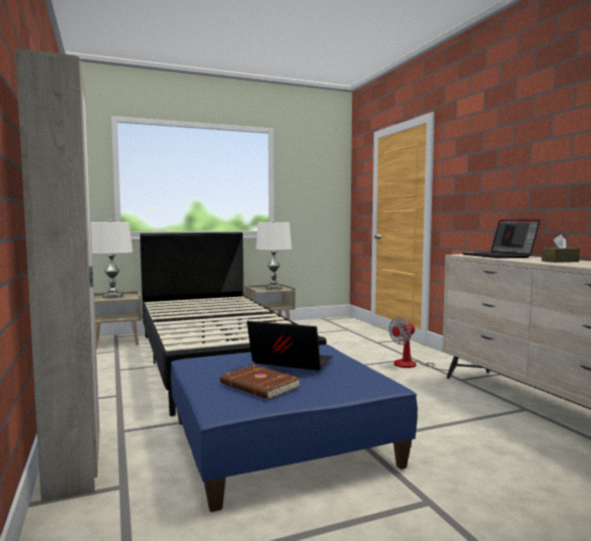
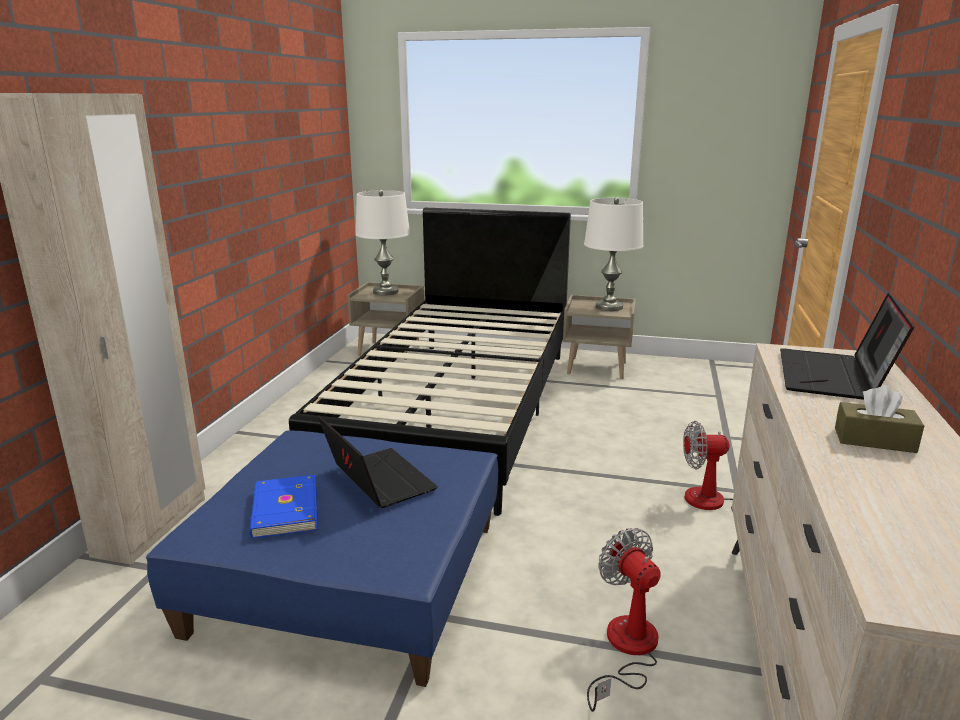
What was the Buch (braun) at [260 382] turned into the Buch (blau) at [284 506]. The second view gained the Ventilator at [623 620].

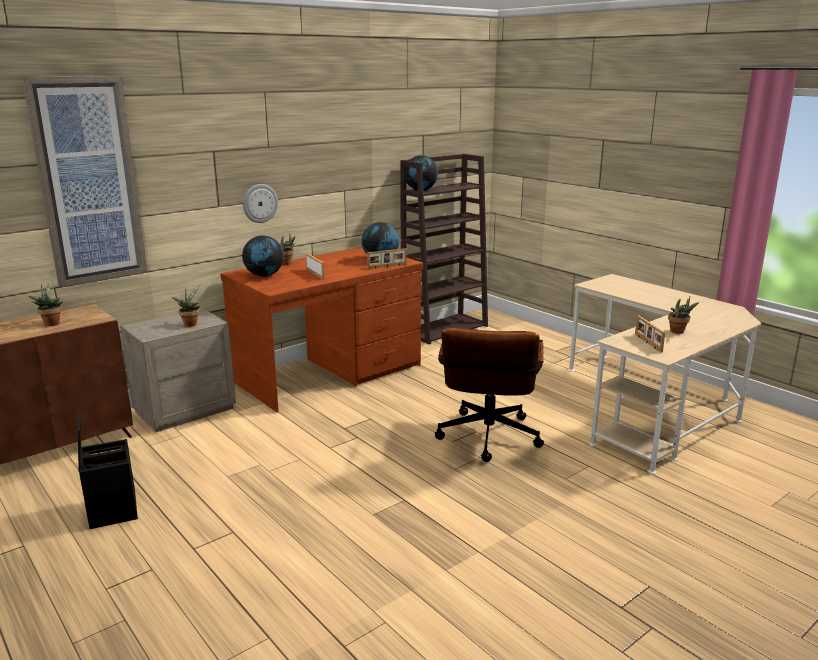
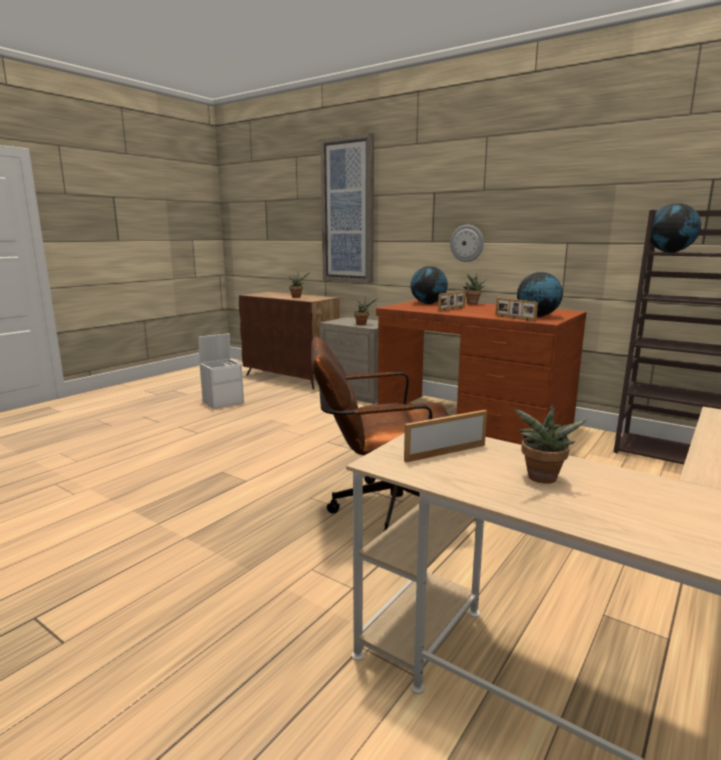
What was the Aufbewahrungsbox (schwarz) at [108 468] turned into the Aufbewahrungsbox (weiß) at [221 371].

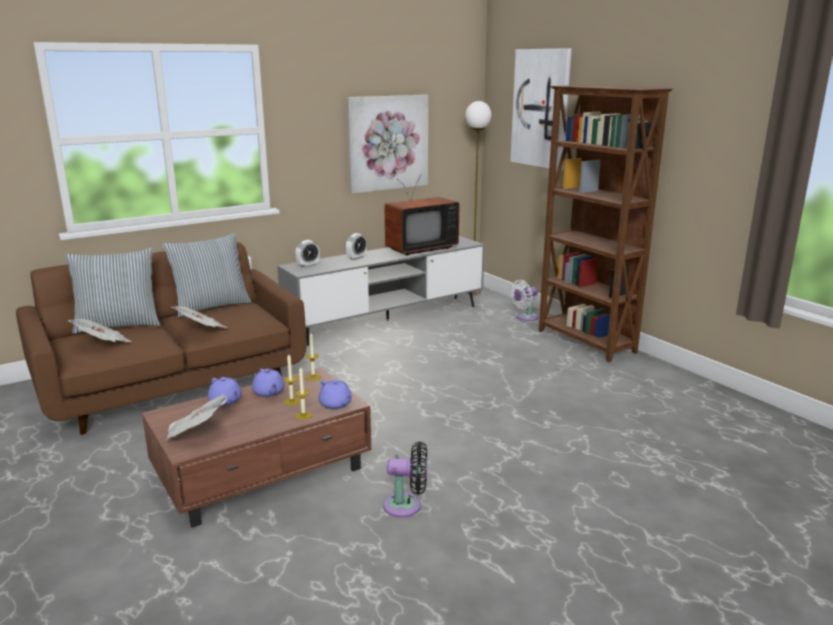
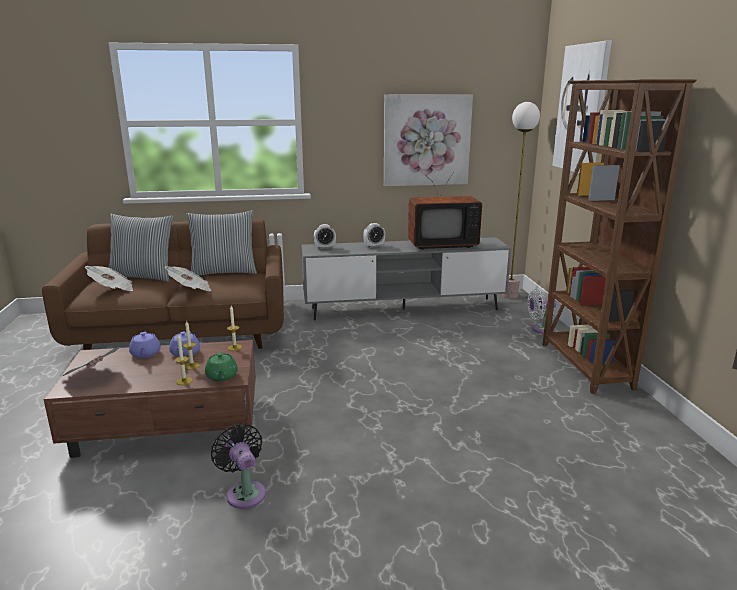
What was the Teekanne (lila) at [335 394] turned into the Teekanne (grün) at [221 366]. The Ventilator (schwarz) at [405 479] ended up facing another way, 150 degrees counterclockwise from before.

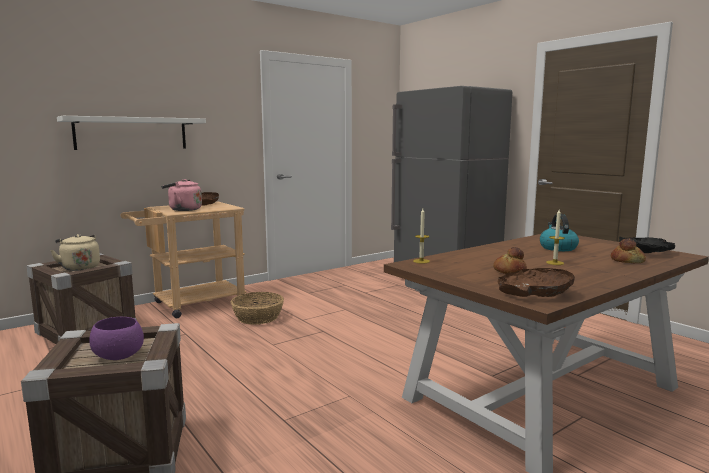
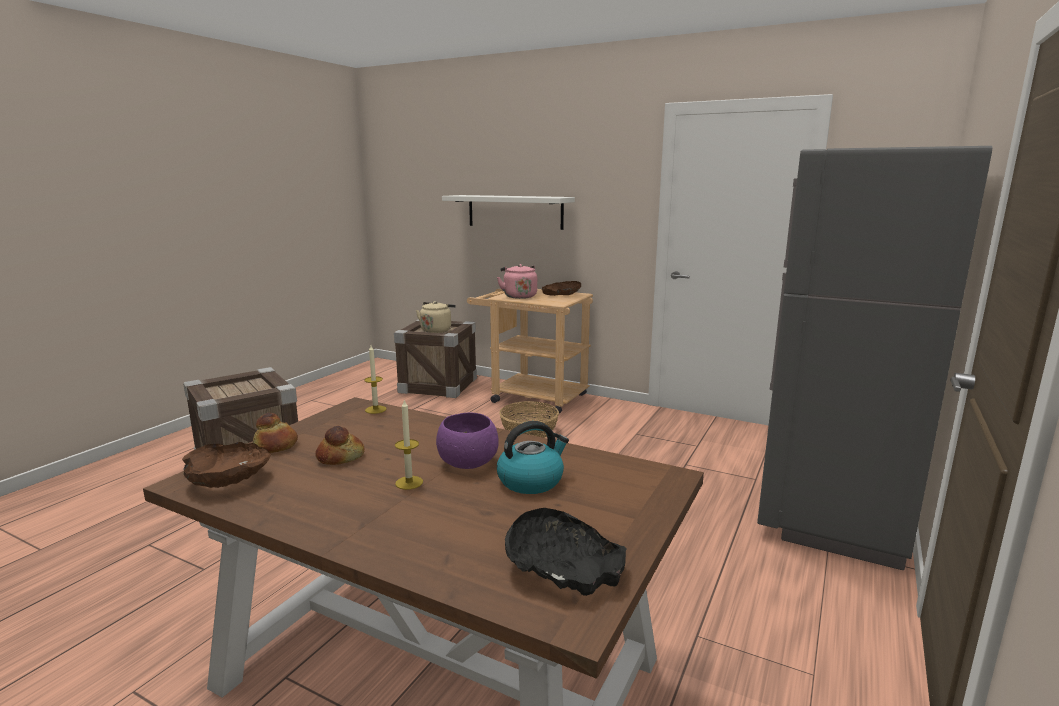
The Schüssel (lila) ended up elsewhere, having gone from [116 338] to [467 441]. The Brot ended up elsewhere, having gone from [628 250] to [275 433].

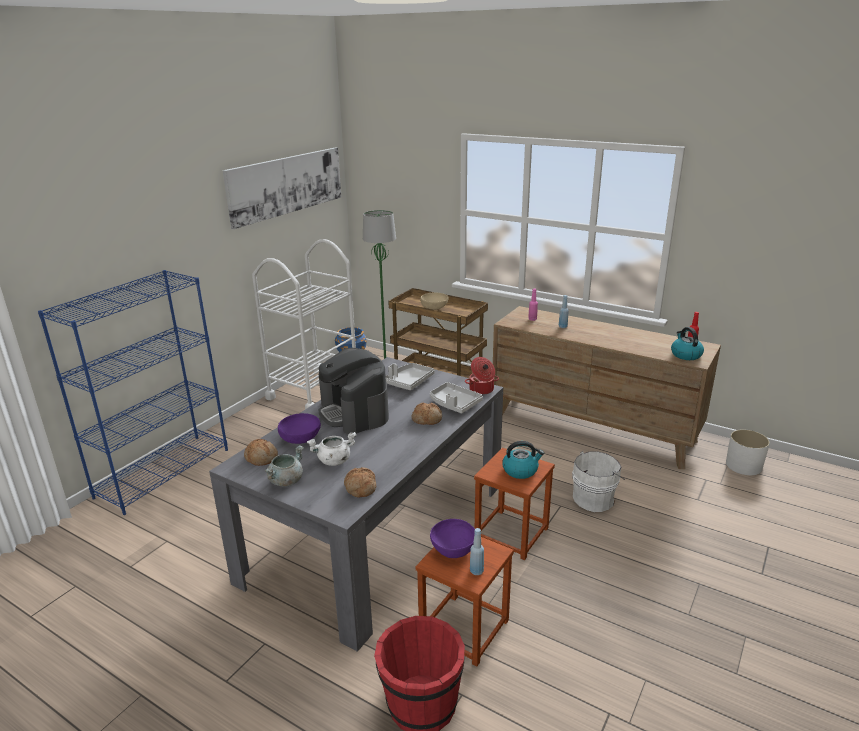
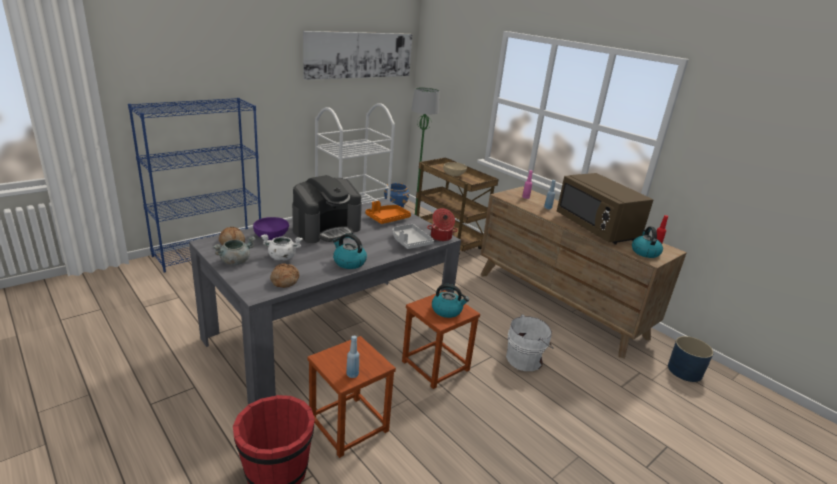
The Kaffeemaschine at [353 391] ended up facing another way, 120 degrees counterclockwise from before. What was the Tablett (grau) at [410 376] turned into the Tablett (orange) at [388 212]. The second view lost the Brot at [427 413]. The second view lost the Schüssel (lila) at [452 538]. What was the Pflanzkübel (weiß) at [748 452] turned into the Pflanzkübel (blau) at [691 359]. The second view gained the Wasserkessel at [350 251]. The second view gained the Mikrowelle (braun) at [605 208].

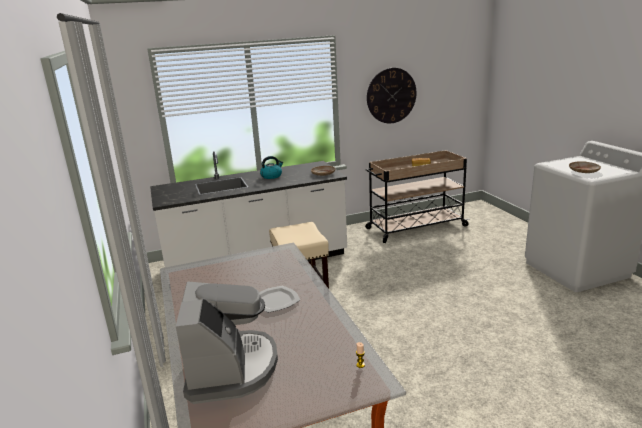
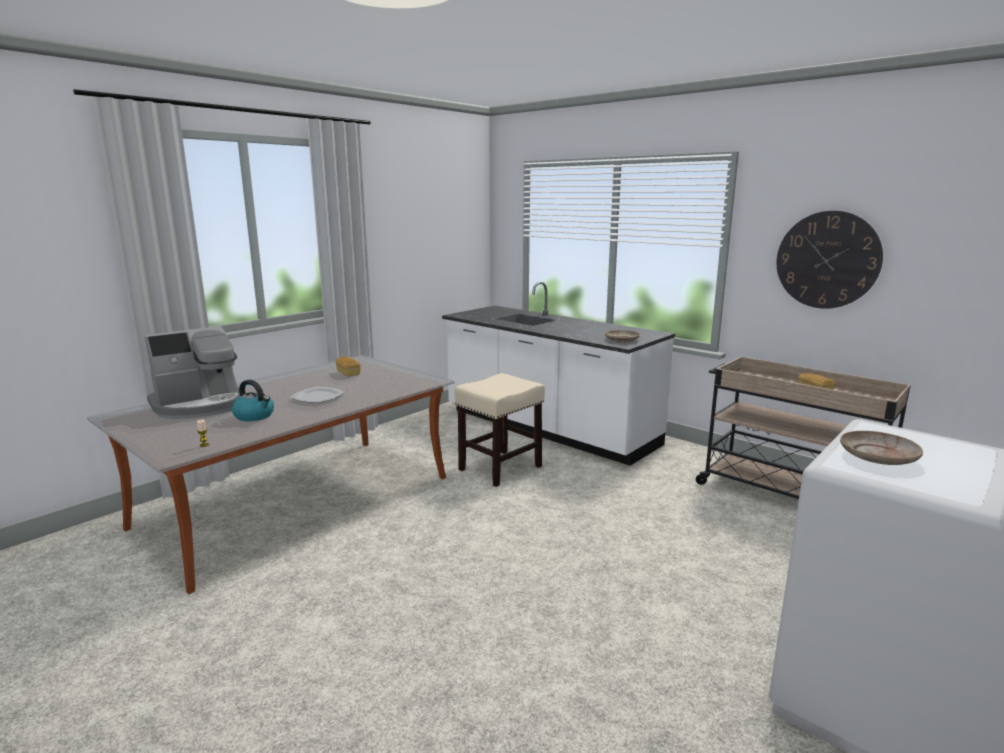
The Wasserkessel ended up elsewhere, having gone from [271 167] to [253 400]. The second view gained the Brot at [348 366].

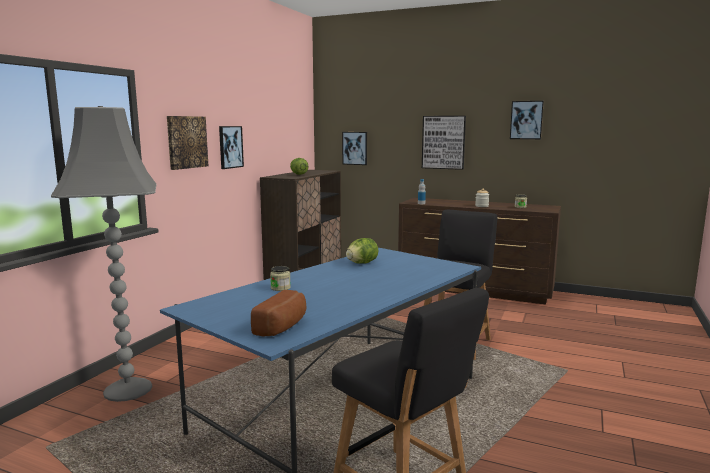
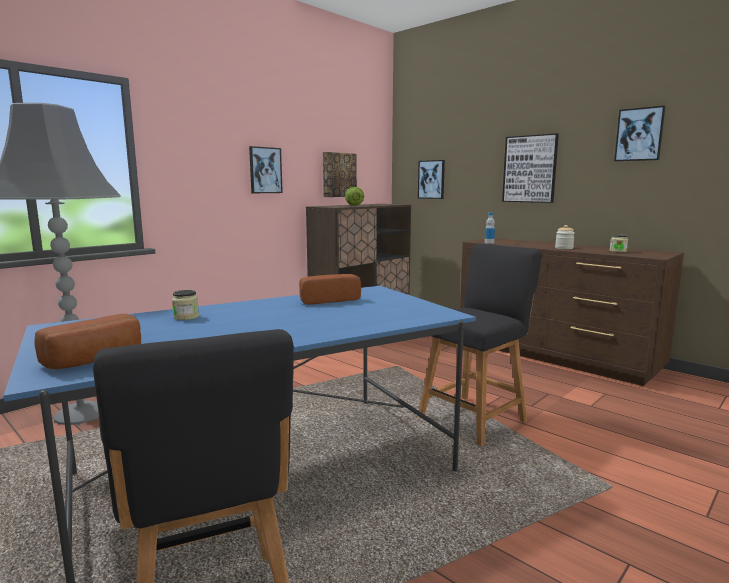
The Bild ended up elsewhere, having gone from [187 143] to [340 174]. Where the Salatkopf stood at [362 251], the Brot came to stand at [330 289].

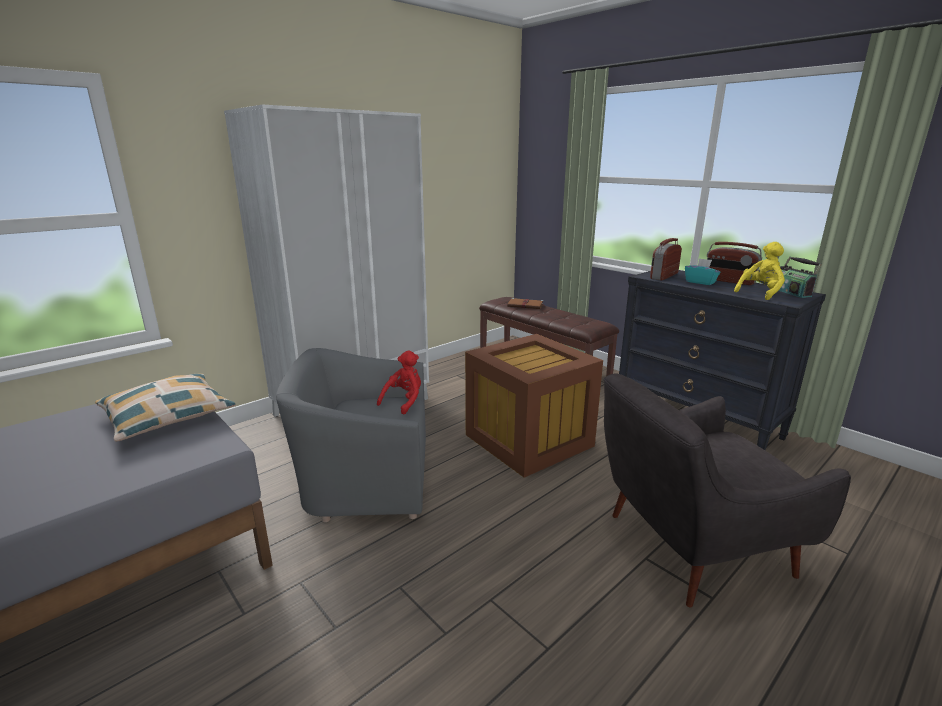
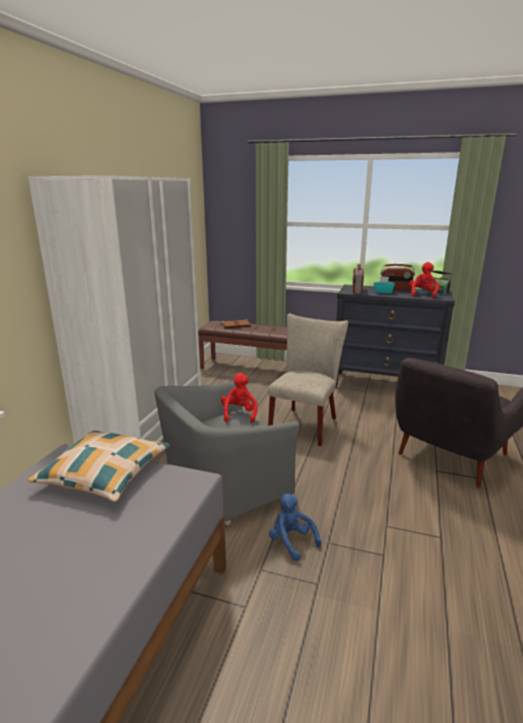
Where the Aufbewahrungsbox (braun) stood at [534 406], the Stuhl (beige) came to stand at [308 380]. What was the Plüschtier (gelb) at [759 271] turned into the Plüschtier (rot) at [424 280]. The second view gained the Plüschtier (blau) at [295 527].

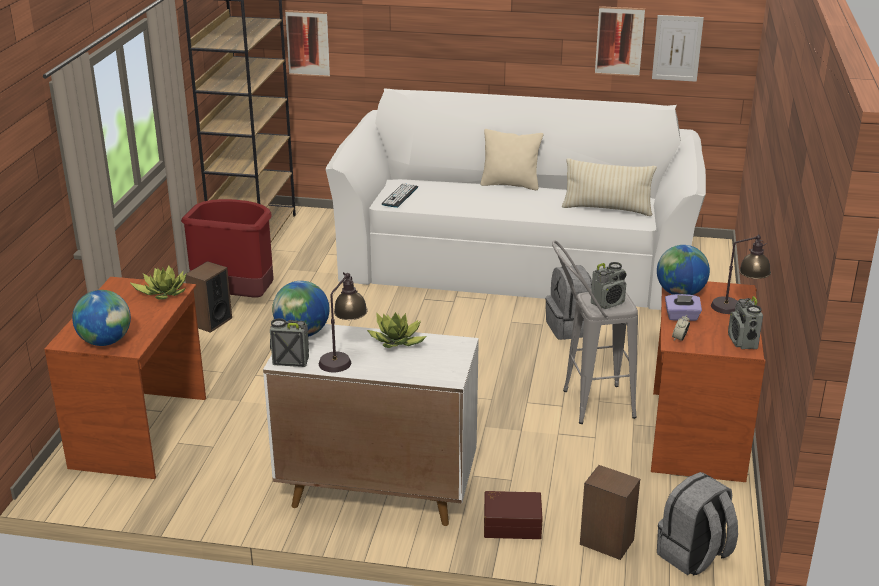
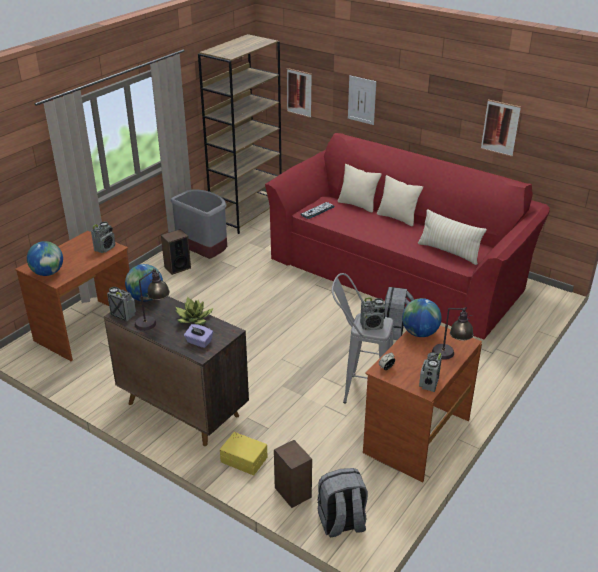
Where the Topfpflanze stood at [158 282], the Radio came to stand at [103 237]. What was the Mülleimer (rot) at [227 248] turned into the Mülleimer (grau) at [199 224]. What was the Schrank (weiß) at [371 425] turned into the Schrank (braun) at [176 371]. What was the Sofa (weiß) at [516 199] turned into the Sofa (rot) at [407 236]. What was the Aufbewahrungsbox (braun) at [513 515] turned into the Aufbewahrungsbox (gelb) at [244 453]. The Bild ended up elsewhere, having gone from [678 48] to [362 100]. The Taschentuchbox (lila) ended up elsewhere, having gone from [683 307] to [198 336]. The second view gained the Kissen (beige) at [360 188].

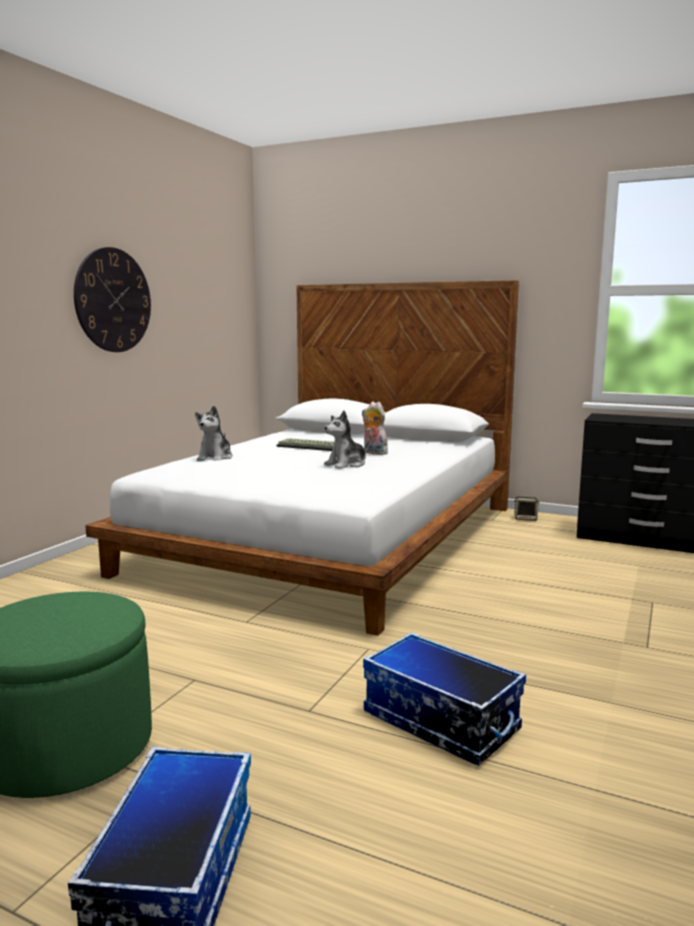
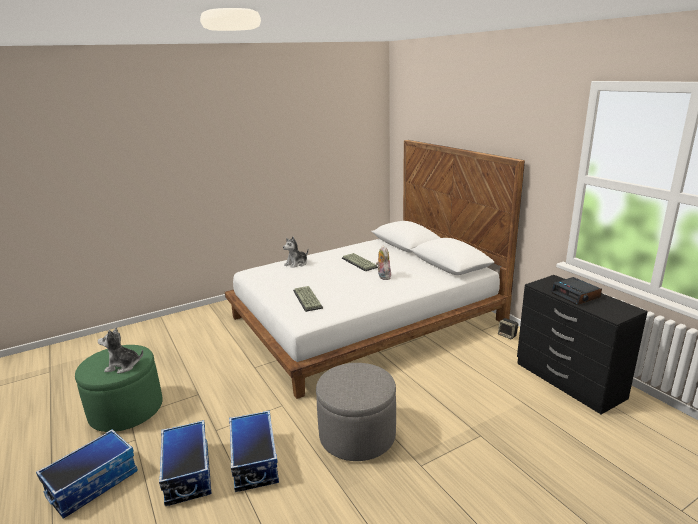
The second view lost the Wanduhr at [112 299]. The Plüschtier ended up elsewhere, having gone from [346 439] to [120 350]. The second view gained the Aufbewahrungsbox at [185 463]. The second view gained the Tastatur at [308 299]. The second view gained the Polsterhocker (grau) at [356 412]. The second view gained the Wecker at [576 291].

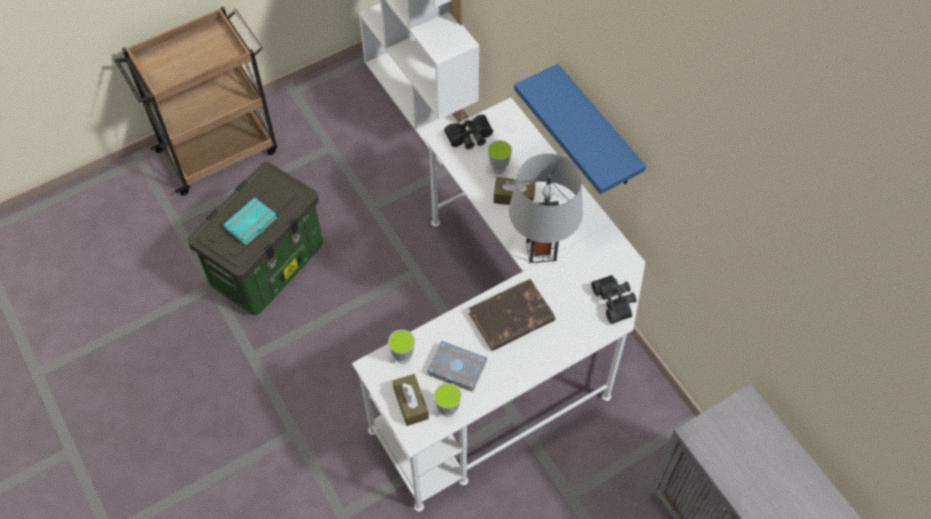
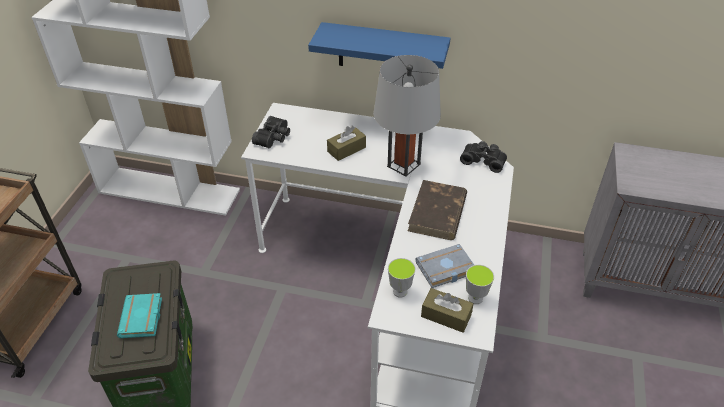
The second view lost the Tasse at [500 157].

